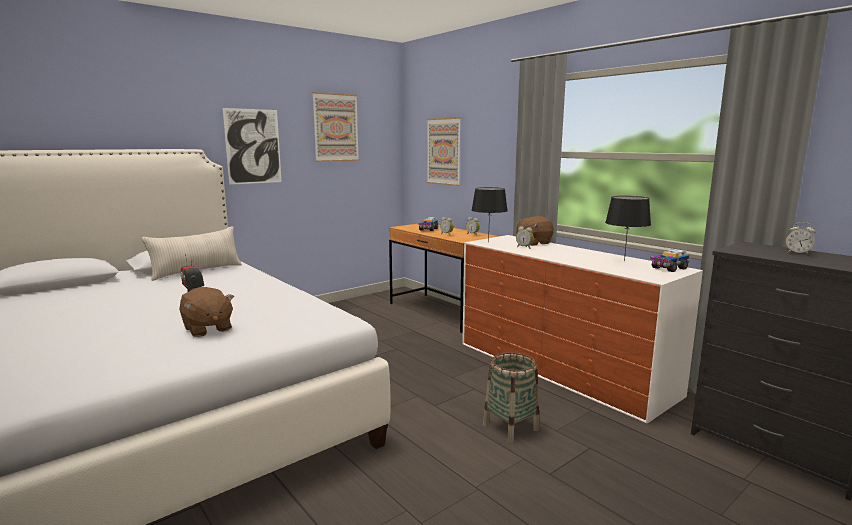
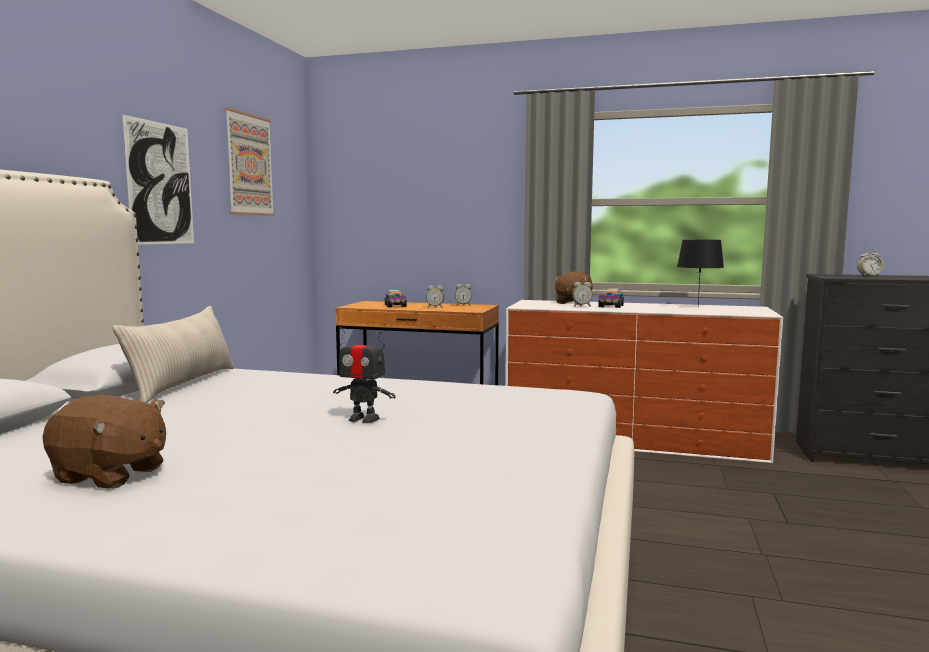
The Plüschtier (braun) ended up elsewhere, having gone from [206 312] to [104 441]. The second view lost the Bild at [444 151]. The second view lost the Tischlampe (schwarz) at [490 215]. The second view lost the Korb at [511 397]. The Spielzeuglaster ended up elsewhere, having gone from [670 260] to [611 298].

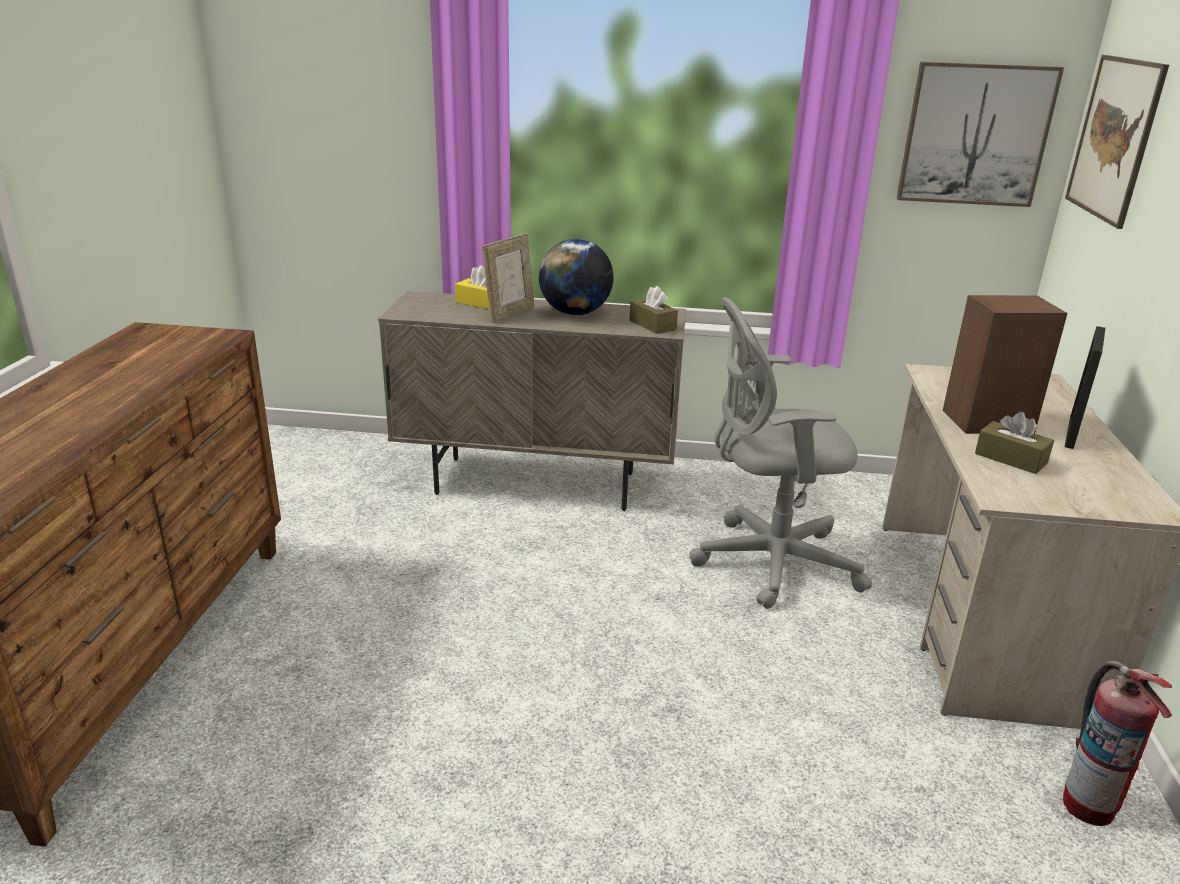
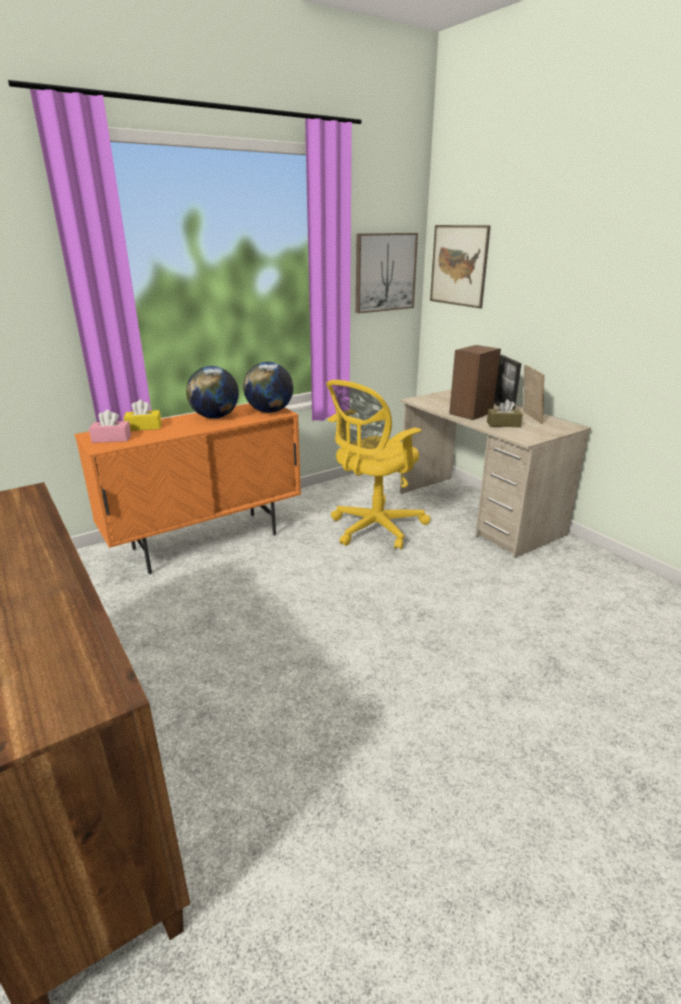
What was the Schrank (beige) at [532 401] turned into the Schrank (orange) at [187 488]. The Bilderrahmen ended up elsewhere, having gone from [508 278] to [534 394]. Where the Taschentuchbox (braun) stood at [654 310], the Globus came to stand at [268 387]. What was the Bürostuhl (grau) at [780 453] turned into the Bürostuhl (gelb) at [378 465]. The second view lost the Feuerlöscher at [1117 743]. The second view gained the Taschentuchbox (rosa) at [110 426].

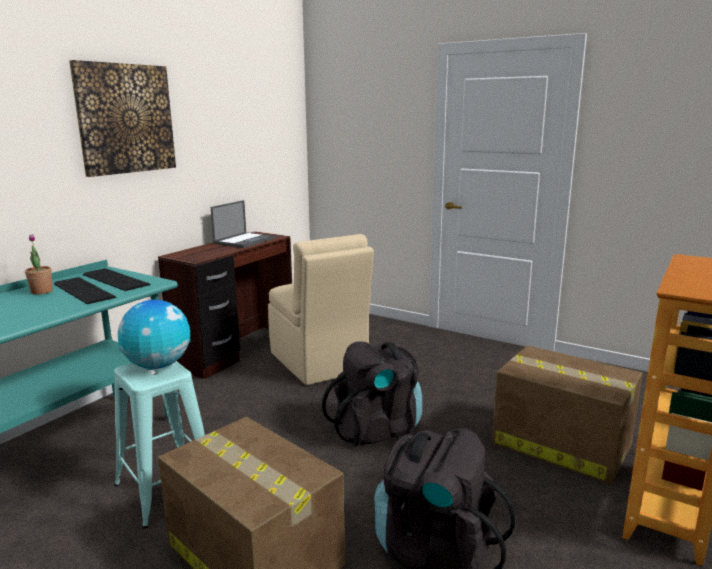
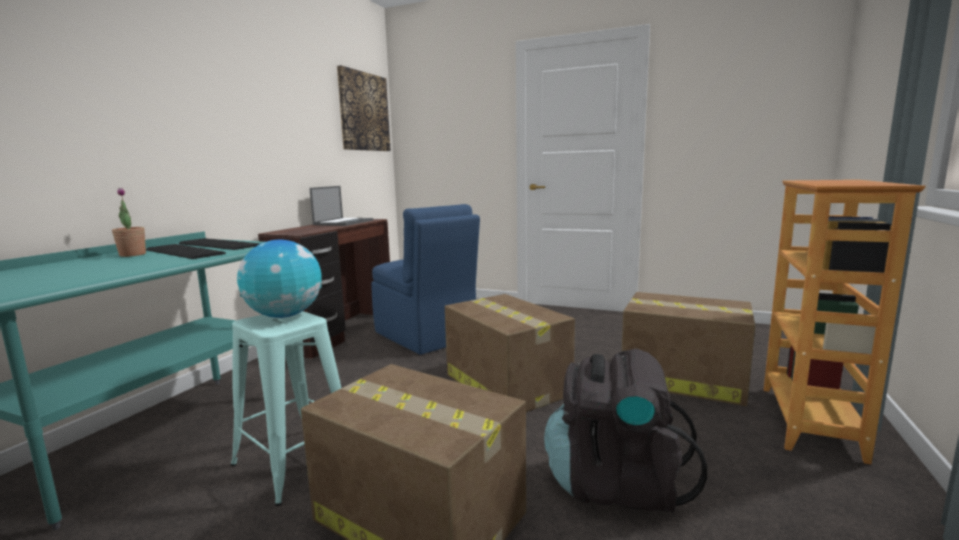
The Bild ended up elsewhere, having gone from [122 118] to [364 108]. What was the Stuhl (beige) at [321 309] turned into the Stuhl (blau) at [425 279]. Where the Rucksack (schwarz) stood at [372 394], the Karton came to stand at [510 353].

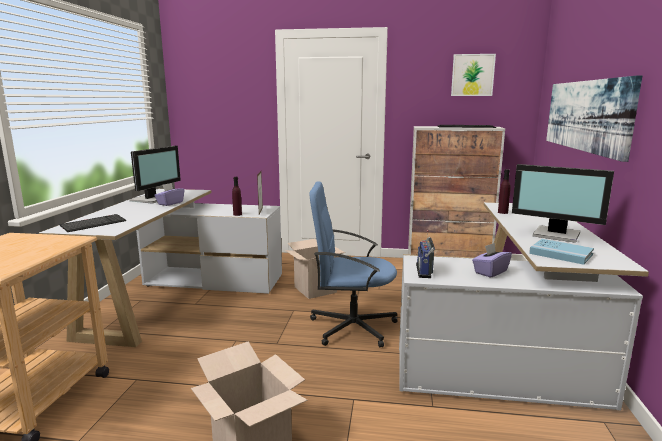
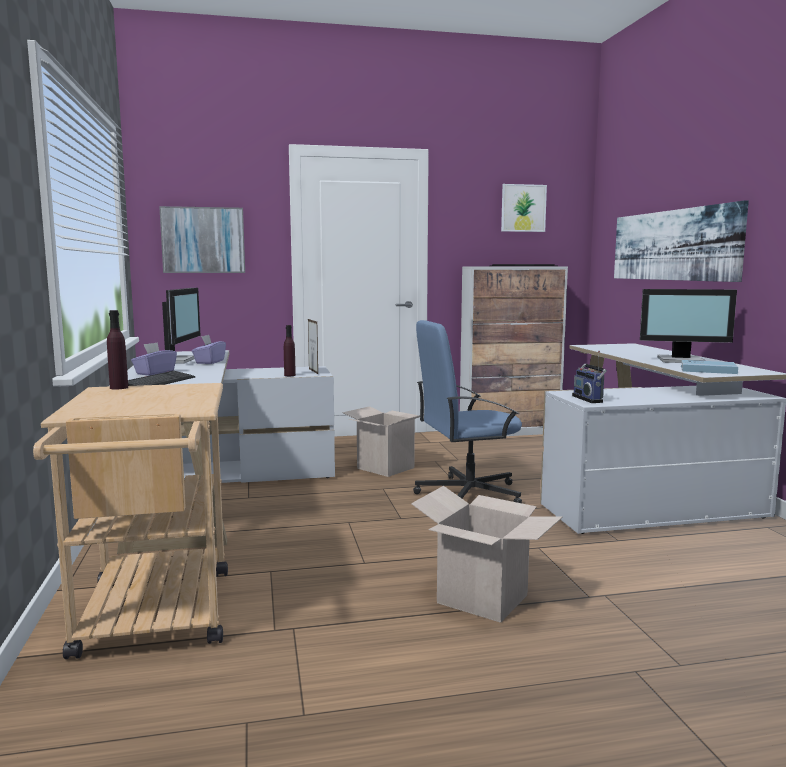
The Taschentuchbox (lila) ended up elsewhere, having gone from [492 260] to [154 359]. The Flasche (lila) ended up elsewhere, having gone from [504 191] to [117 350]. The second view gained the Bild at [202 239].

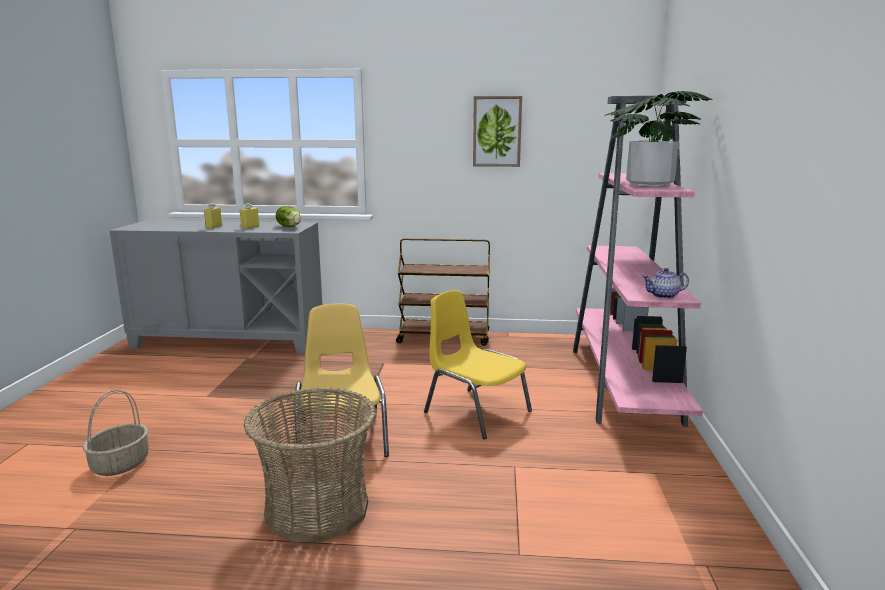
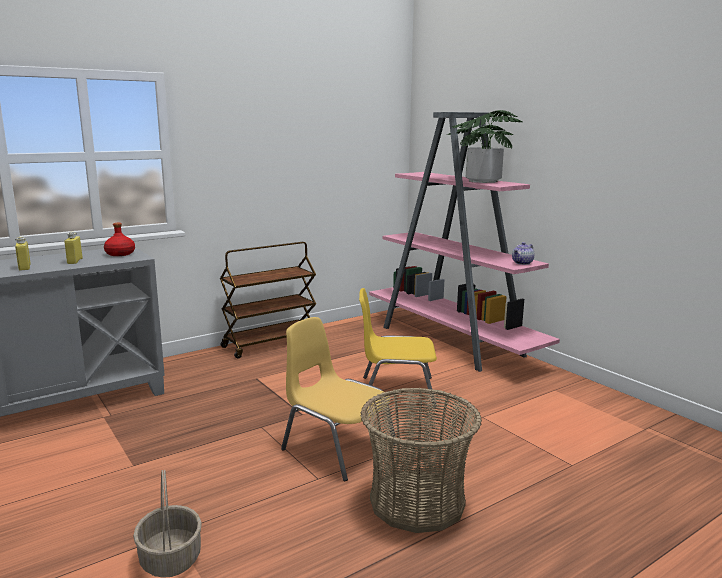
Where the Salatkopf stood at [288 216], the Flasche (rot) came to stand at [119 239]. The second view lost the Bild at [497 131].

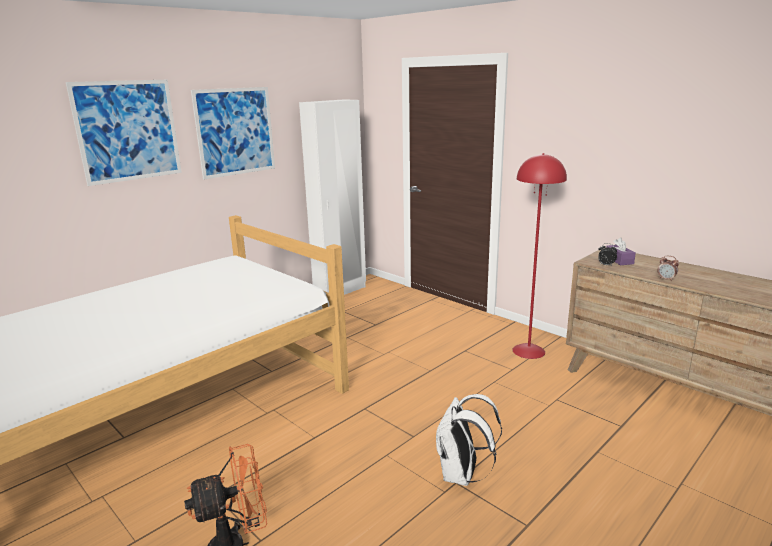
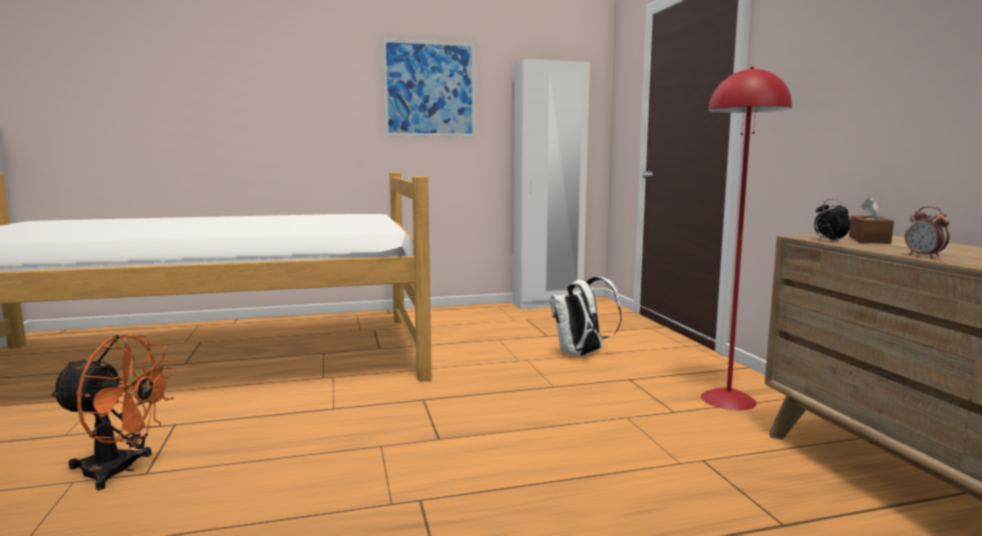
The second view lost the Bild at [124 133]. The Rucksack (weiß) ended up elsewhere, having gone from [469 440] to [586 317]. What was the Taschentuchbox (lila) at [621 251] turned into the Taschentuchbox (braun) at [871 220].

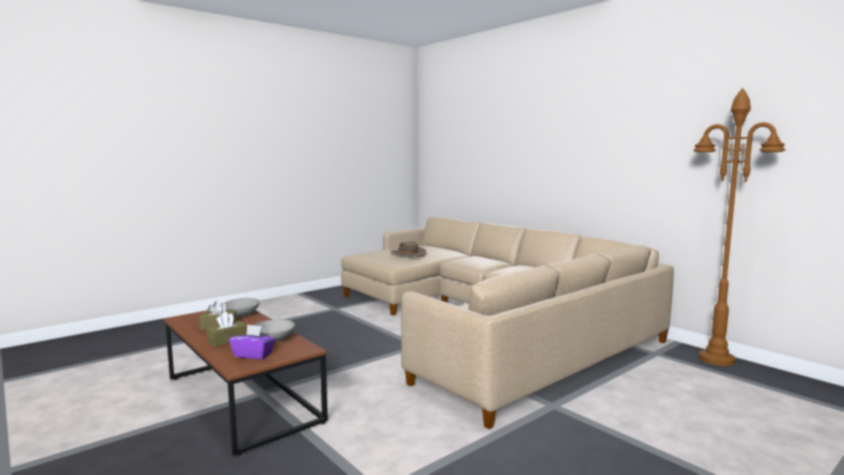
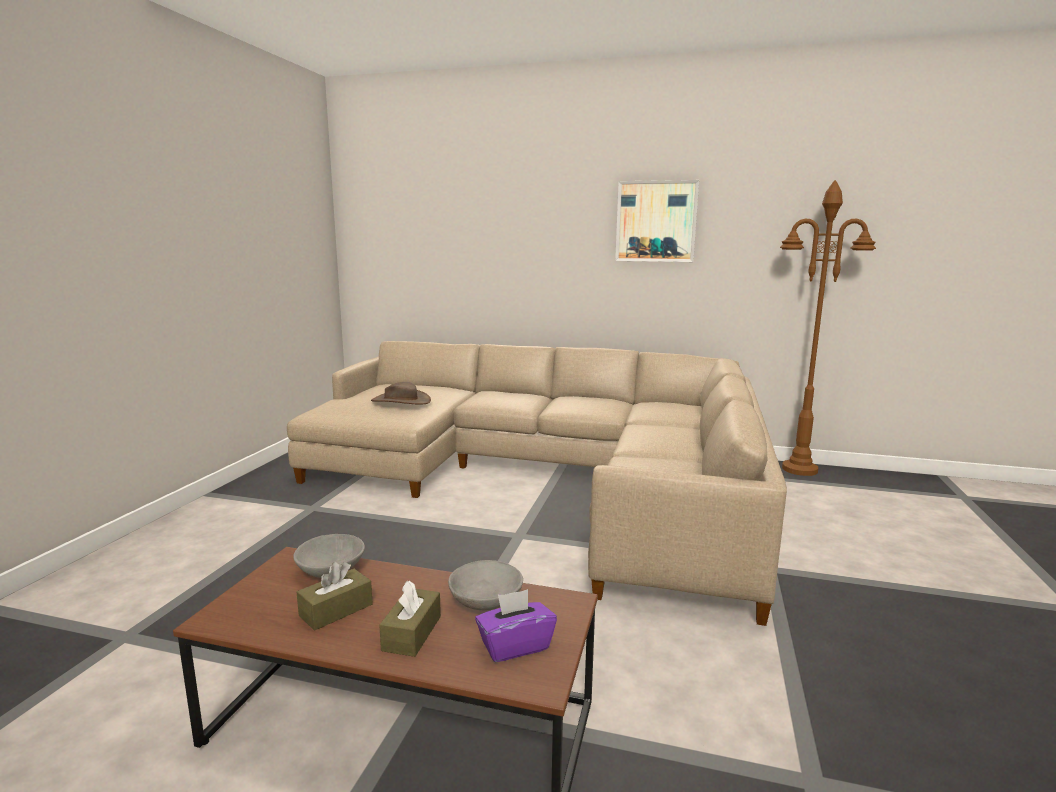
The second view gained the Bild at [657 221].

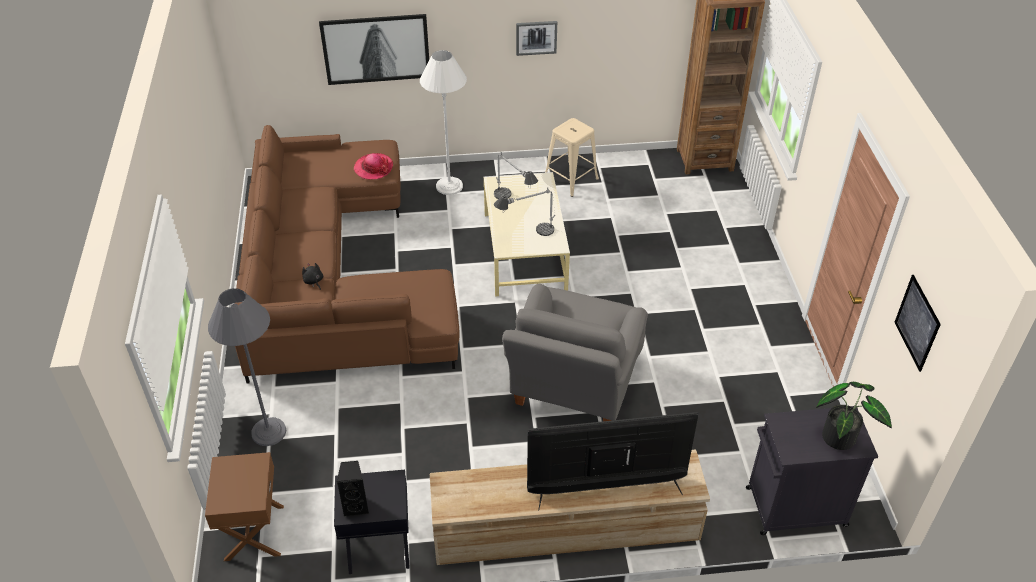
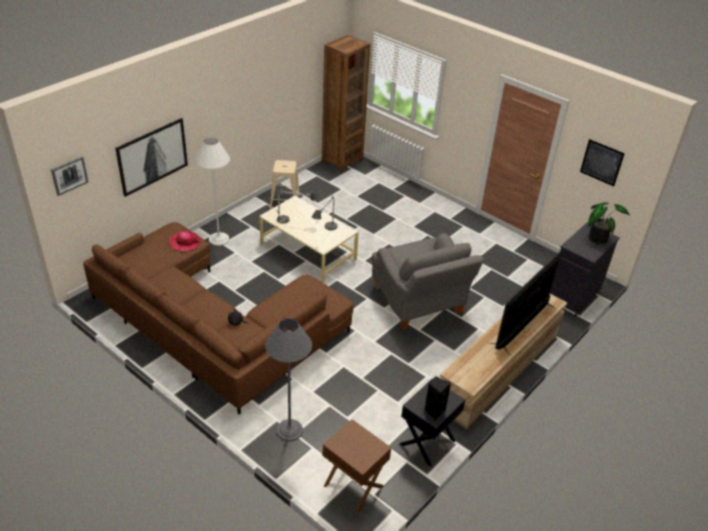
The Bild ended up elsewhere, having gone from [536 38] to [69 176].

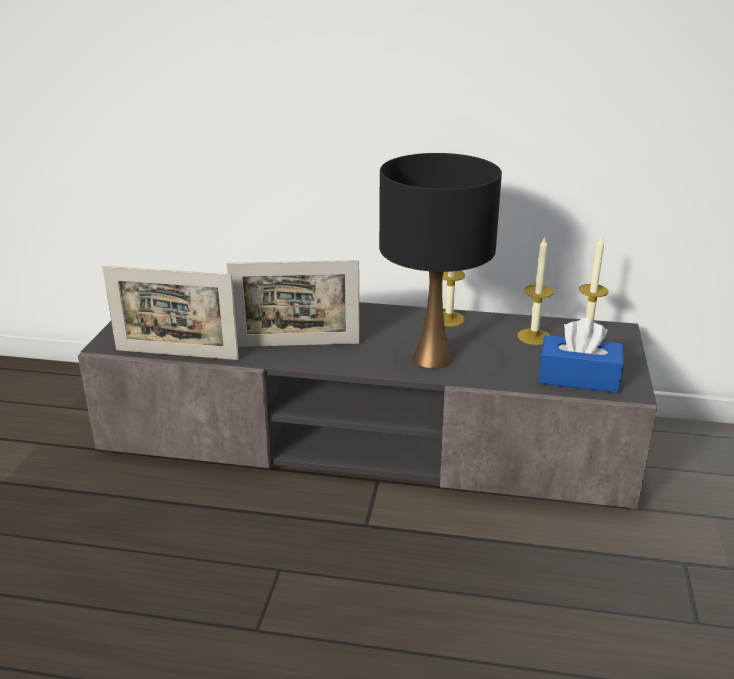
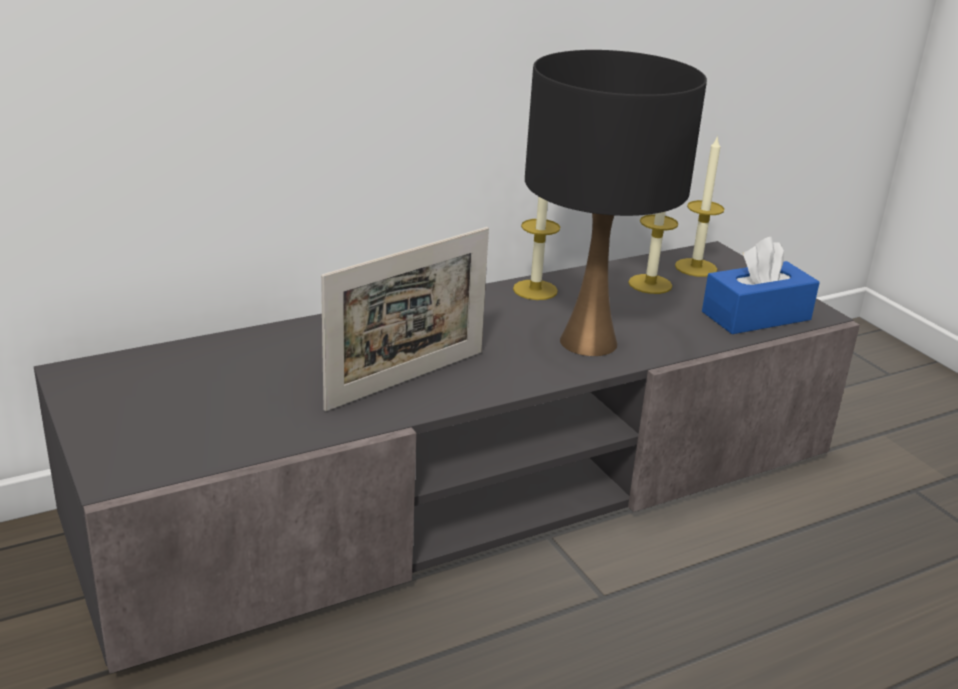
The second view lost the Bilderrahmen at [170 313].

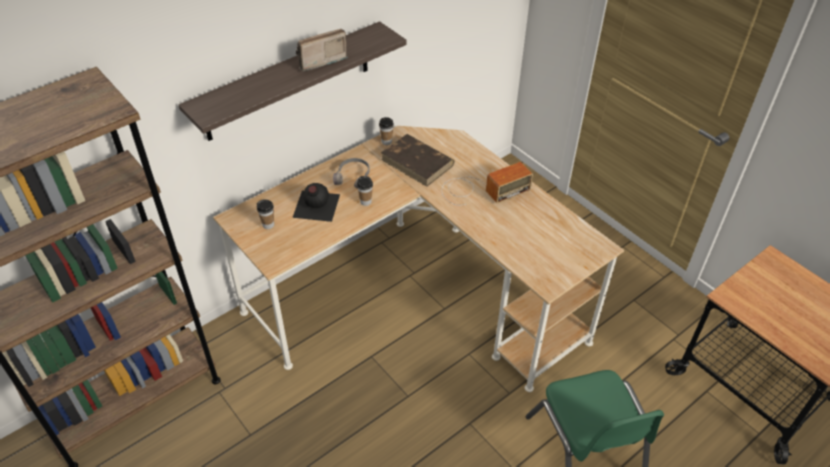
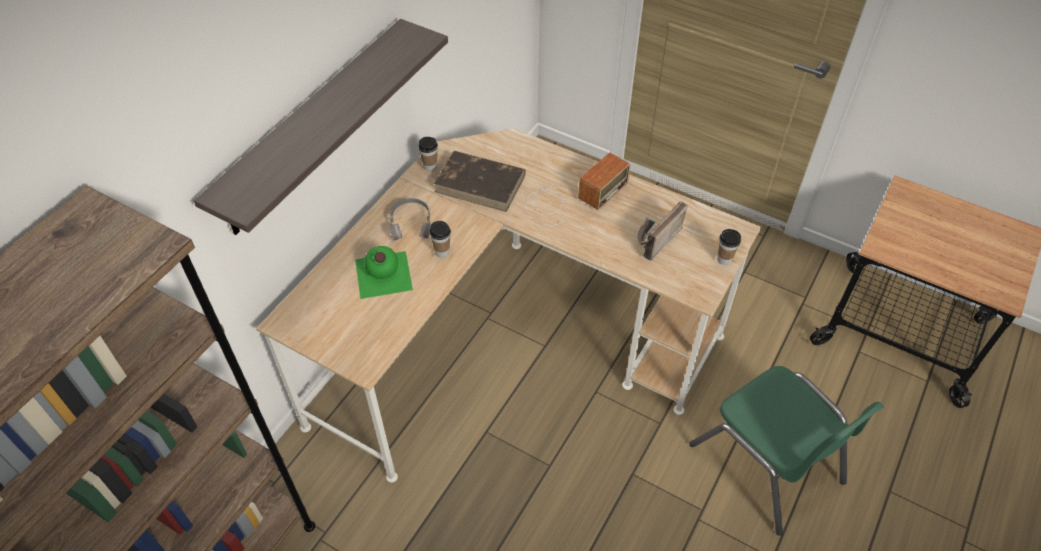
The Tasse ended up elsewhere, having gone from [265 214] to [729 247]. What was the Flasche (schwarz) at [316 202] turned into the Flasche (grün) at [384 272]. The Radio ended up elsewhere, having gone from [322 50] to [662 231].

